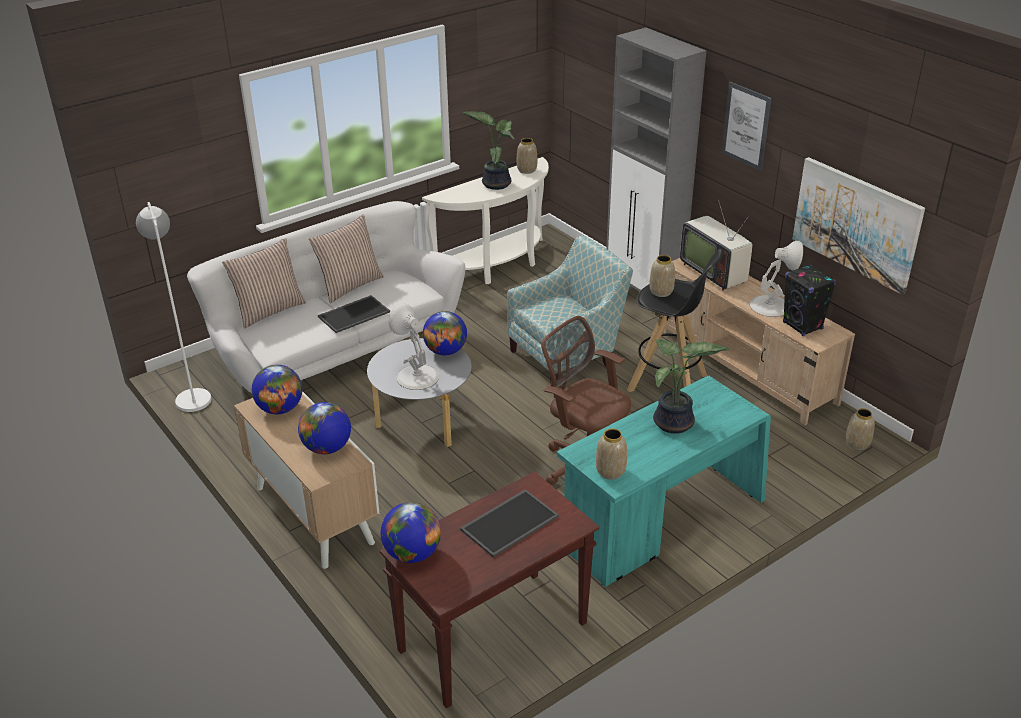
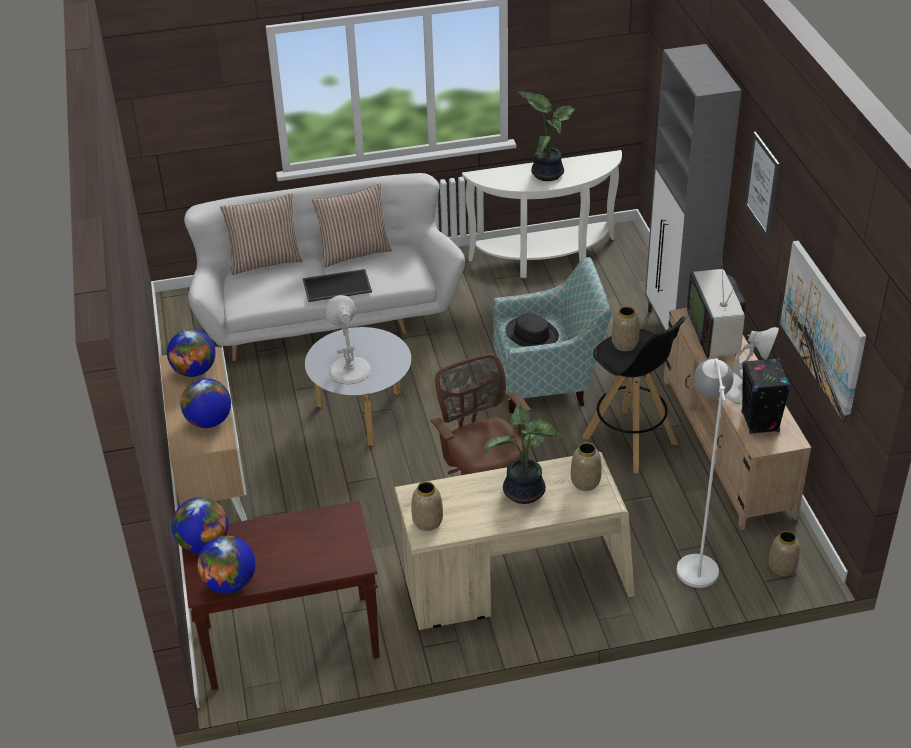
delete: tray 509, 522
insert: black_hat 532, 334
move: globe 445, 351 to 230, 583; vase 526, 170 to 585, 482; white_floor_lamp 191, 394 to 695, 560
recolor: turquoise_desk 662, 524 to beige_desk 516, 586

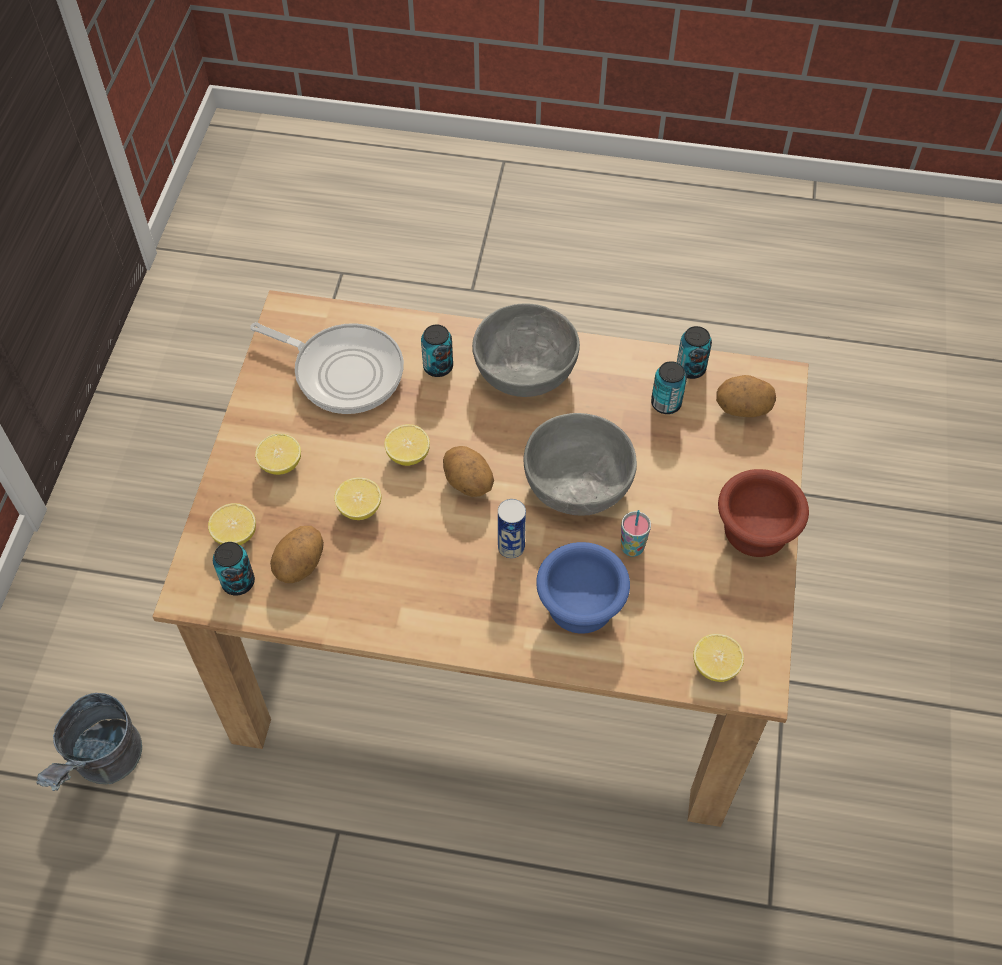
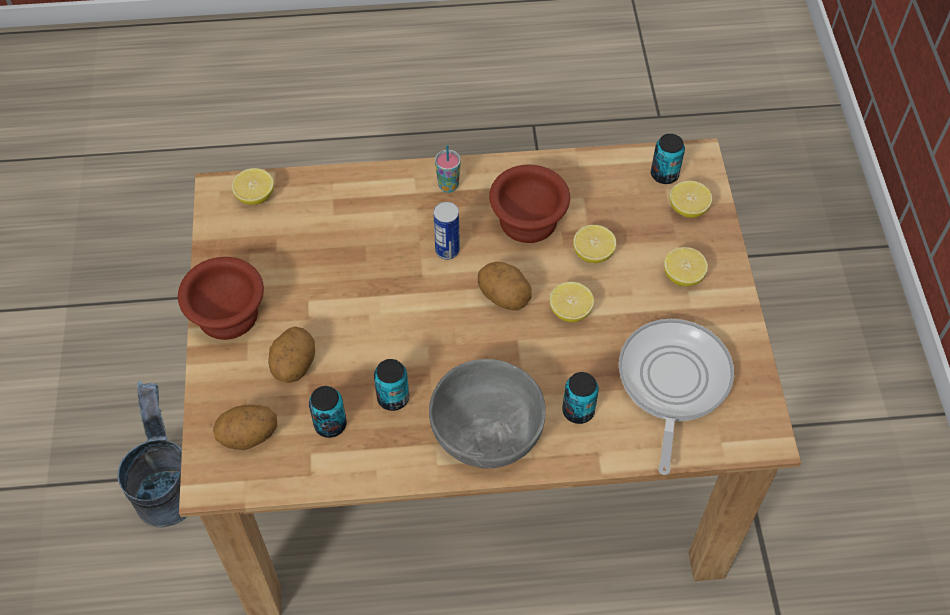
delete: grey_bowl 578, 482; blue_bowl 578, 603
insert: brown_bowl 530, 221
move: grey_bucket 104, 765 to 167, 486; potato 300, 566 to 293, 365; can 690, 368 to 393, 398; cup 632, 548 to 448, 186
rotate: frying_pan 343, 371 = 672, 383 90 degrees clockwise

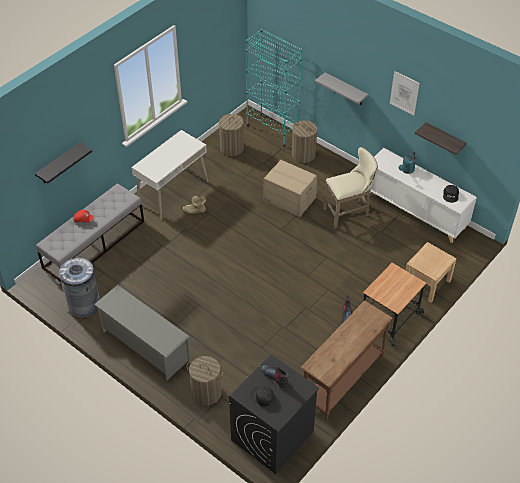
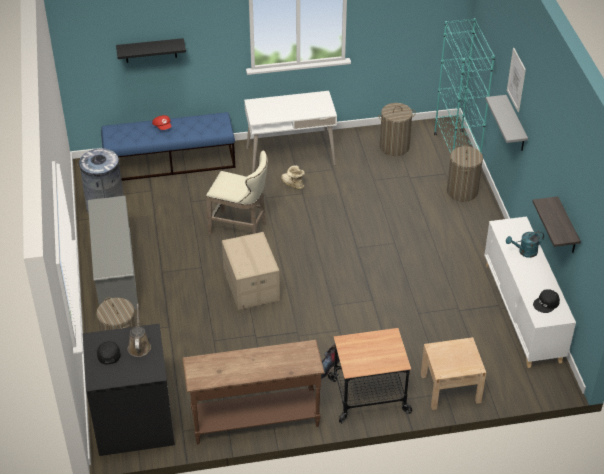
move: beige_stool 348, 213 to 241, 228; cardboard_box 289, 199 to 250, 286; picture 404, 93 to 516, 80
replace: boot 275, 377 to brown_watering_can 139, 345
recolor: grey_bench 94, 244 to blue_bench 170, 162

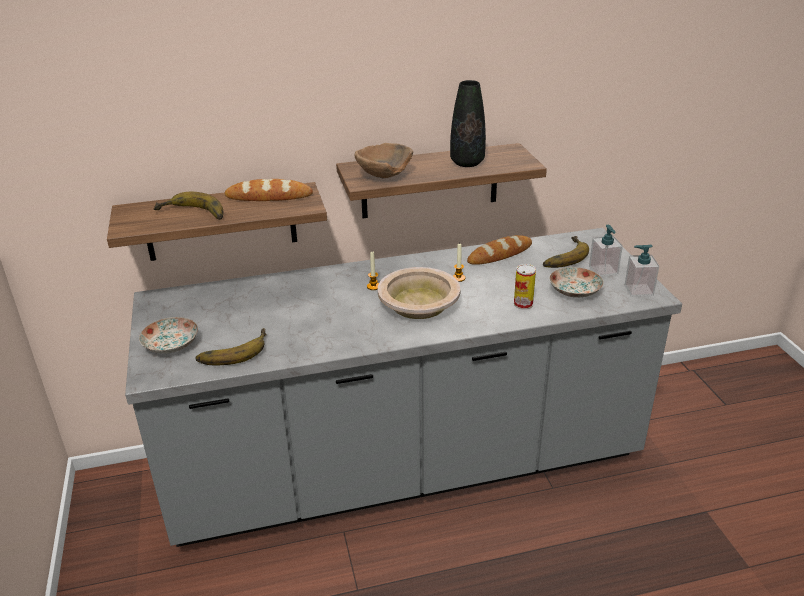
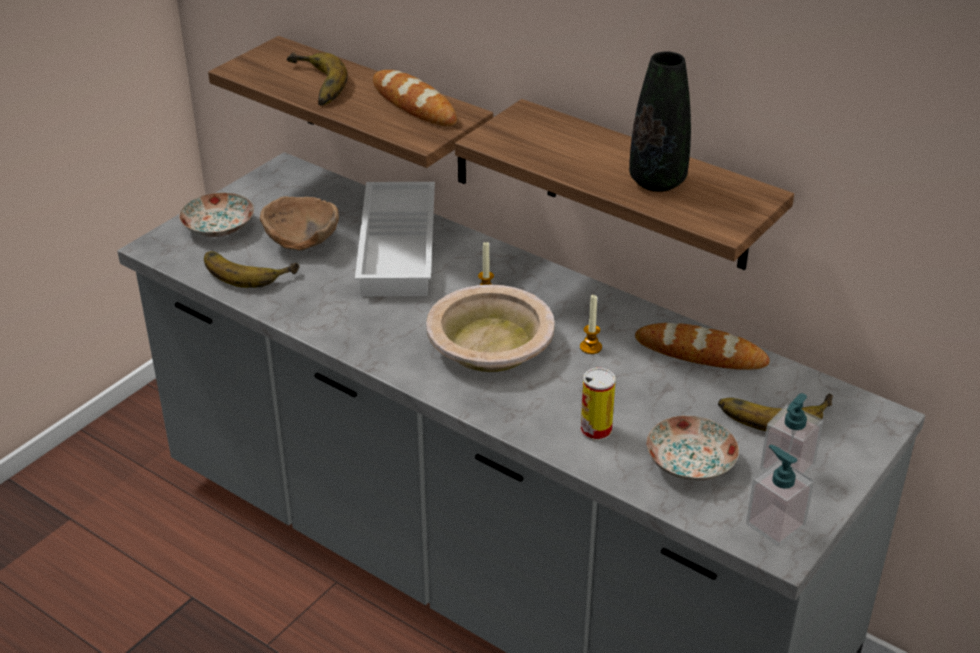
insert: white_tray 400, 248
move: brown_bowl 383, 175 to 304, 242

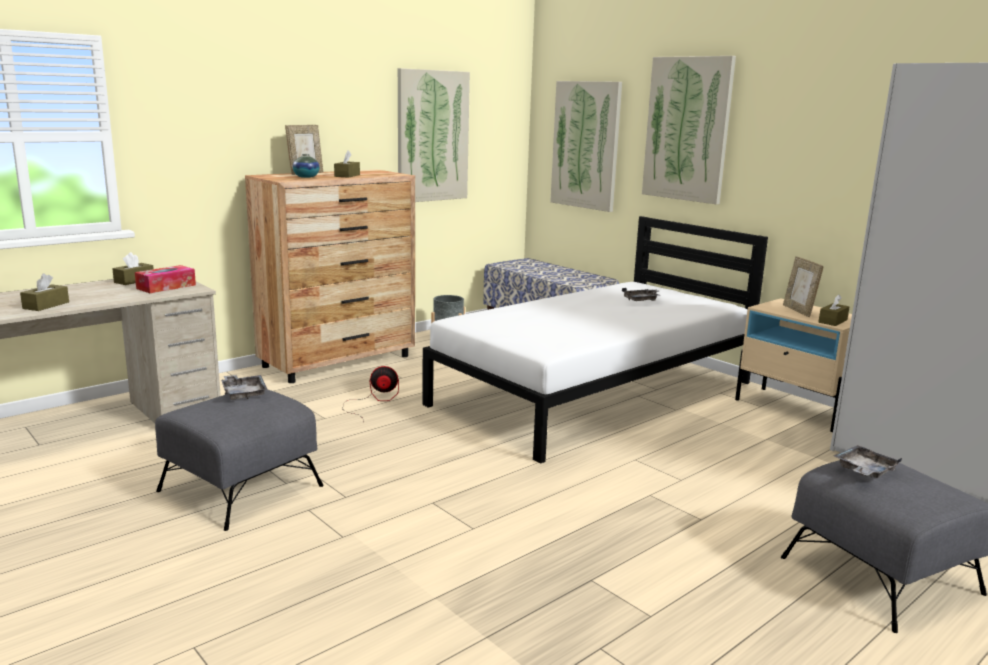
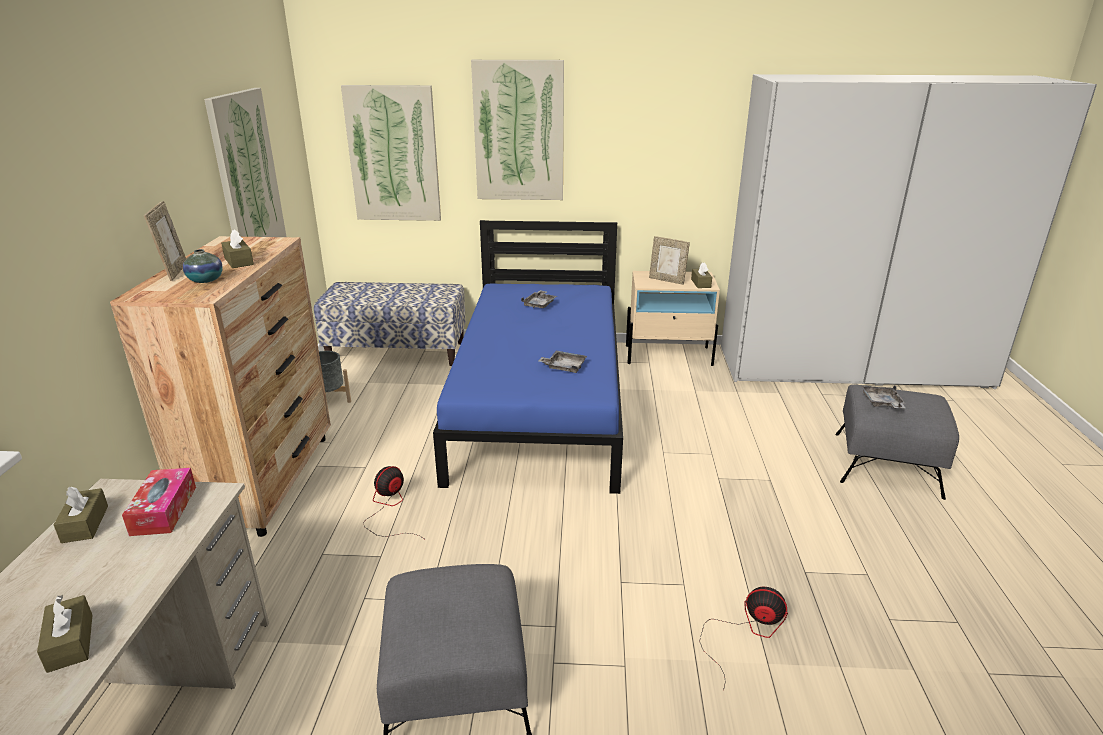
insert: fan 746, 633
move: grey_tray 243, 393 to 564, 367
recolor: white_bed 595, 393 to blue_bed 541, 403

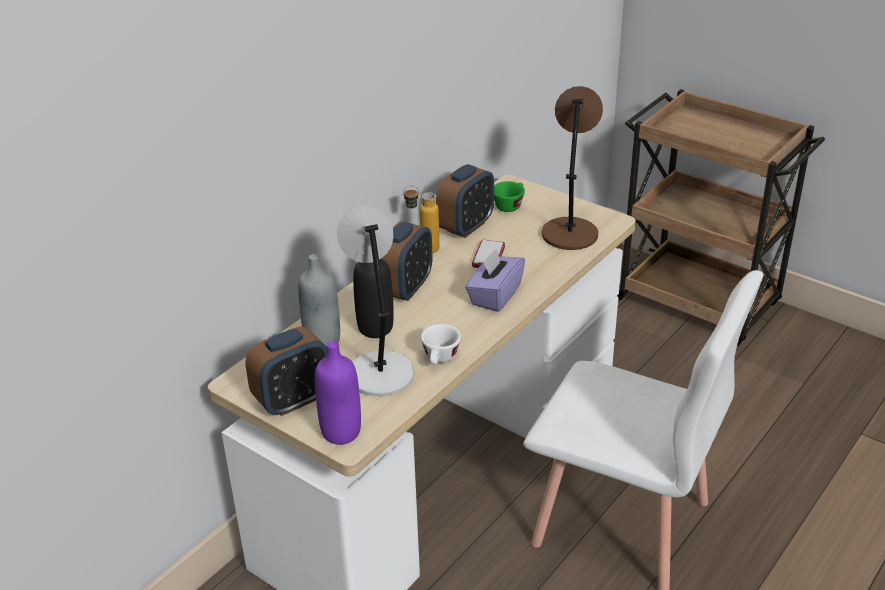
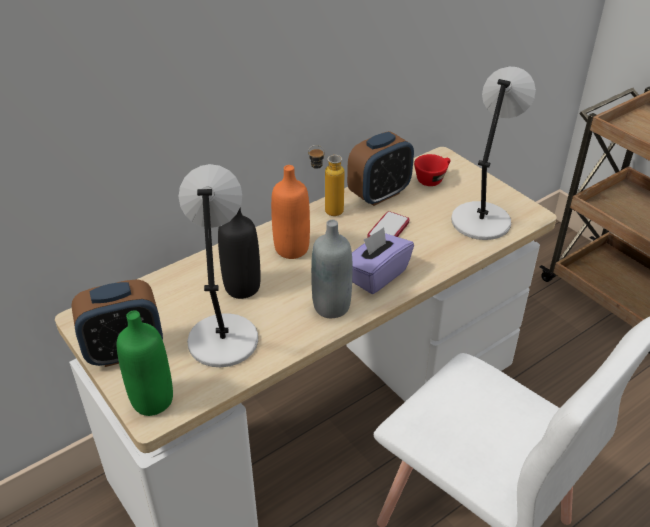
delete: white_cup 440, 359
move: grey_bottle 322, 341 to 331, 306
replace: alarm_clock 405, 288 to orange_bottle 291, 249
recolor: purple_bottle 341, 432 to green_bottle 152, 400; green_cup 510, 205 to red_cup 432, 179; brown_table_lamp 569, 232 to grey_table_lamp 481, 219

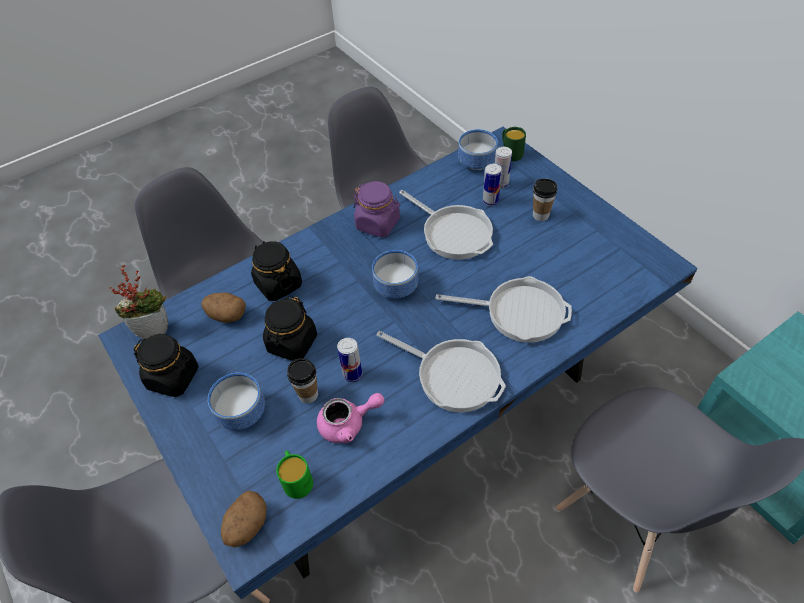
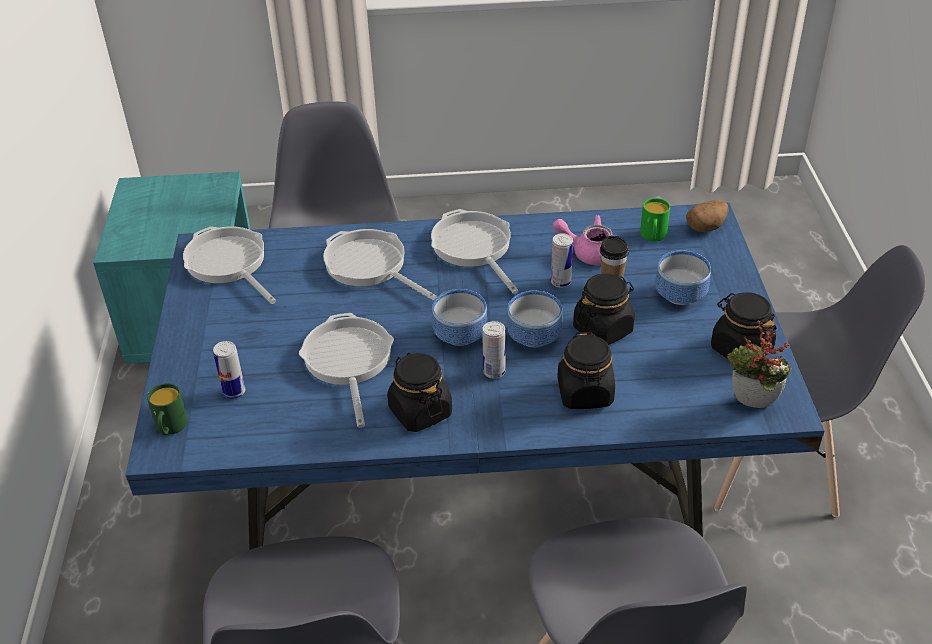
delete: potato 227, 315; cup 540, 215
insert: frying_pan 228, 263
move: can 490, 201 to 494, 372; bowl 476, 161 to 534, 338
recolor: purple_jar 378, 224 to black_jar 420, 411

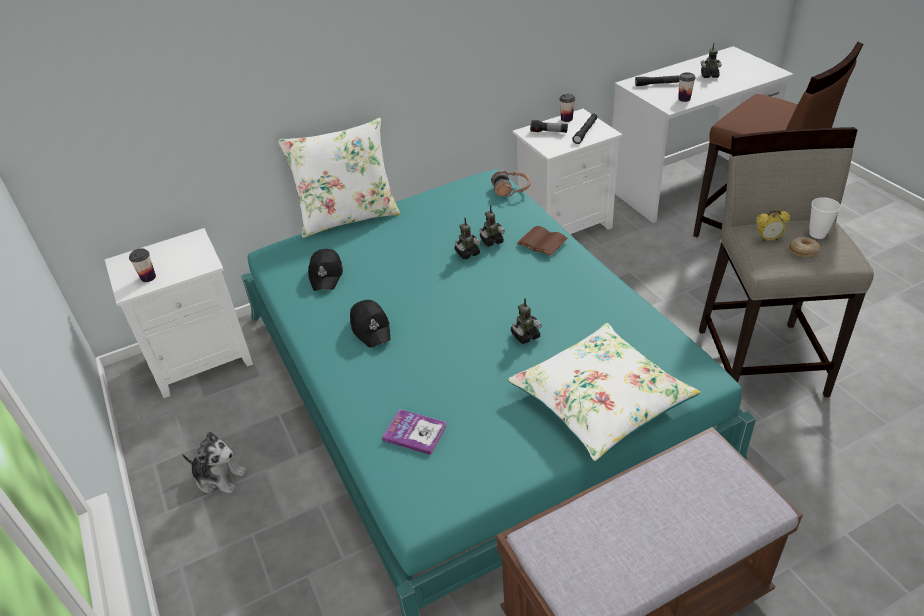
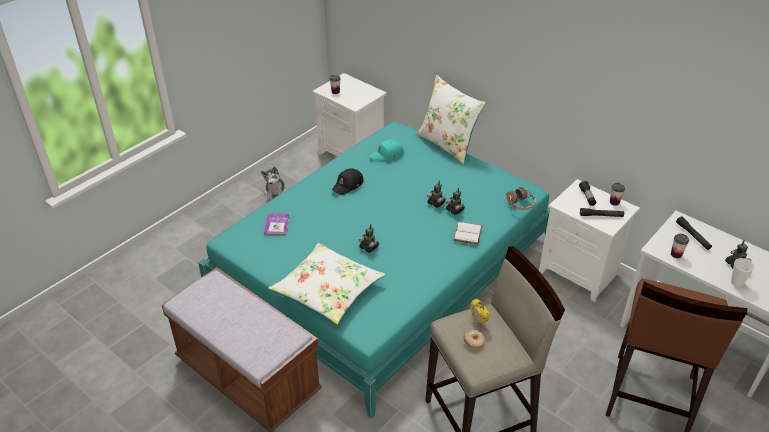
move: cup 817, 234 to 736, 283
recolor: black_cap 326, 275 to turquoise_cap 387, 155; brown_book 543, 242 to white_book 468, 234

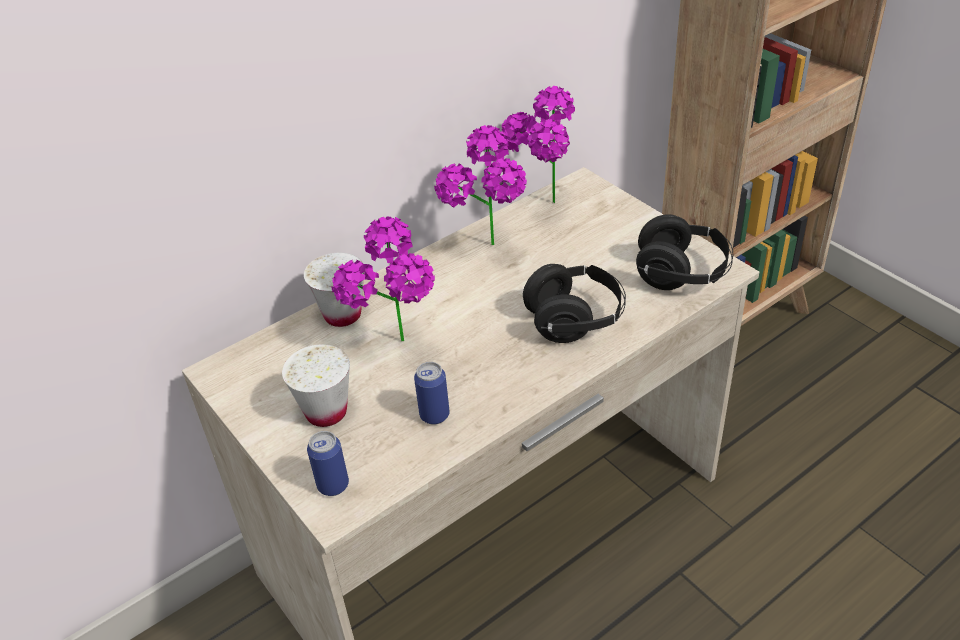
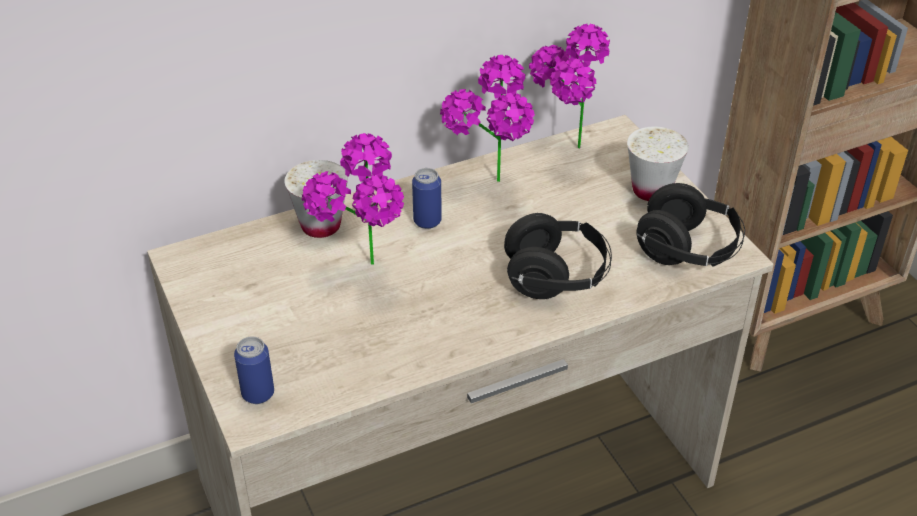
move: can 434, 415 to 427, 221; white_cup 326, 412 to 651, 190

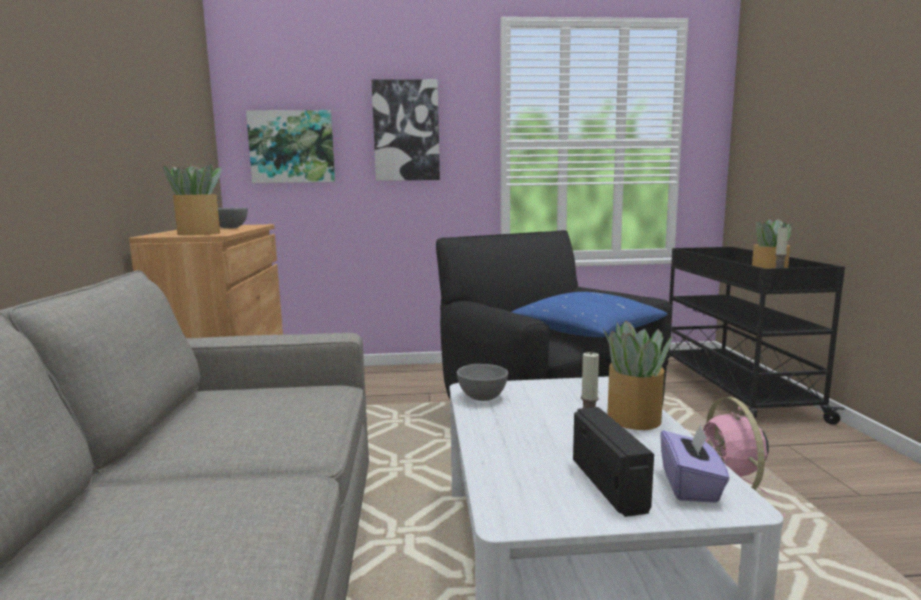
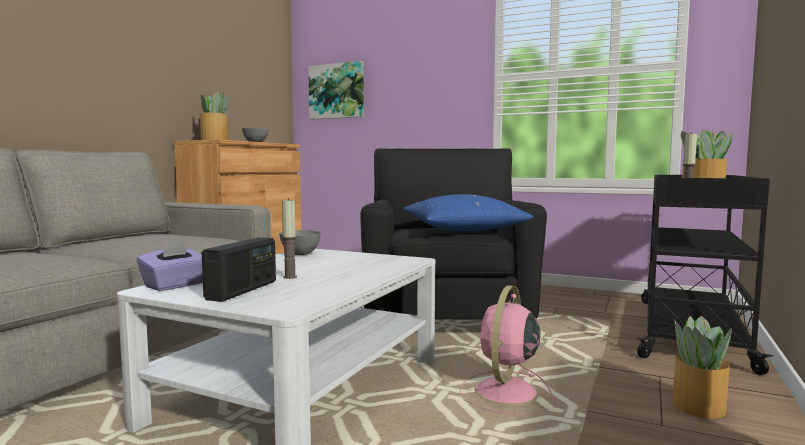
delete: picture 406, 131
move: purple_tissue_box 690, 486 to 175, 285; potted_plant 634, 418 to 698, 406

